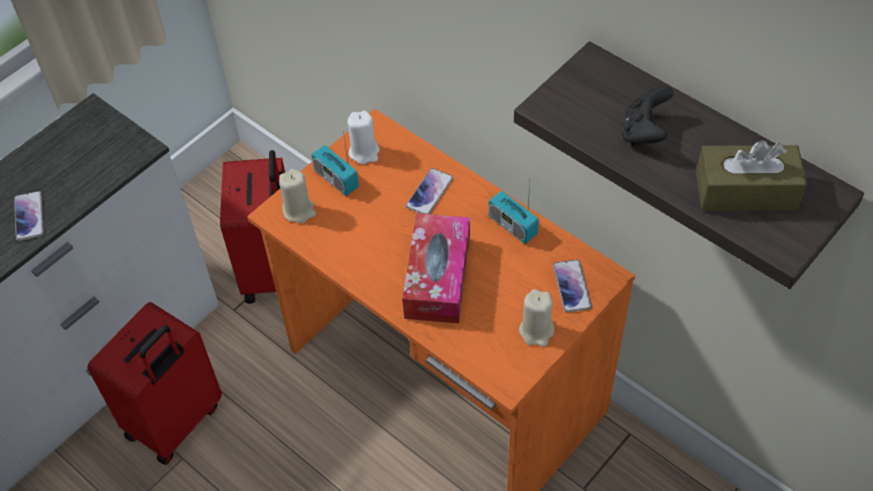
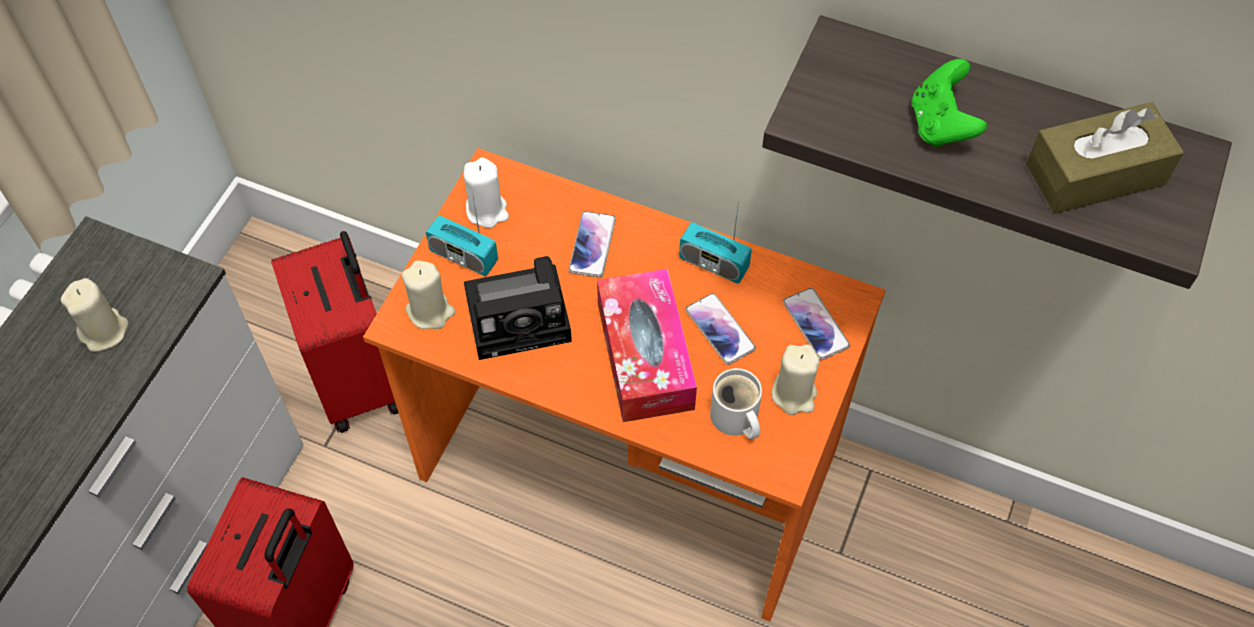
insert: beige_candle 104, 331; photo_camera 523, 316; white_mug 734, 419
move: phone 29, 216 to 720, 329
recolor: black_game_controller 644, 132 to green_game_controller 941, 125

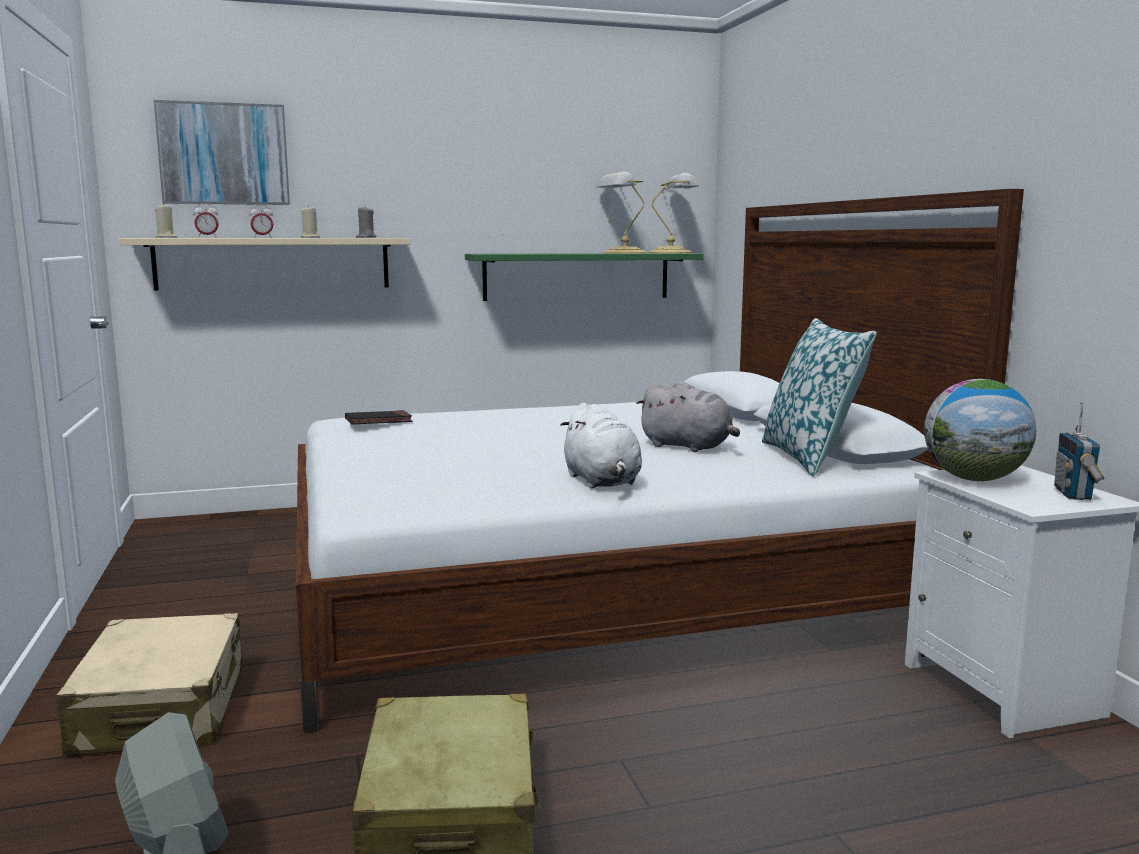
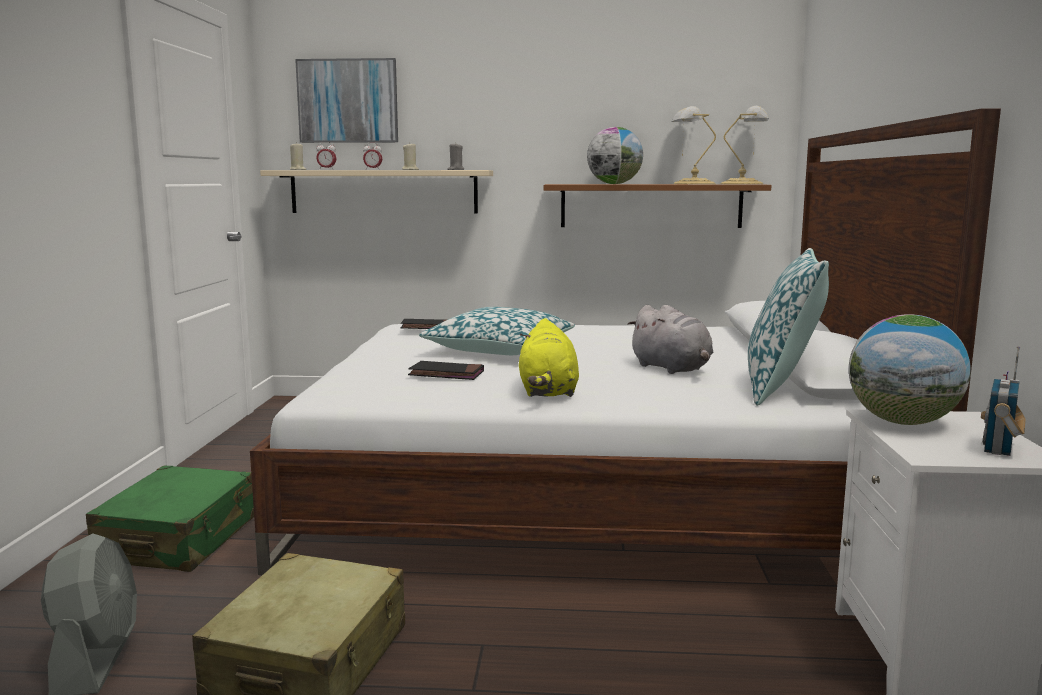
insert: black_book 446, 374; pillow 500, 348; globe 614, 184
recolor: beige_suitcase 162, 709 to green_suitcase 179, 539; white_plush_toy 602, 482 to yellow_plush_toy 548, 392; green_shelf 577, 276 to brown_shelf 651, 206

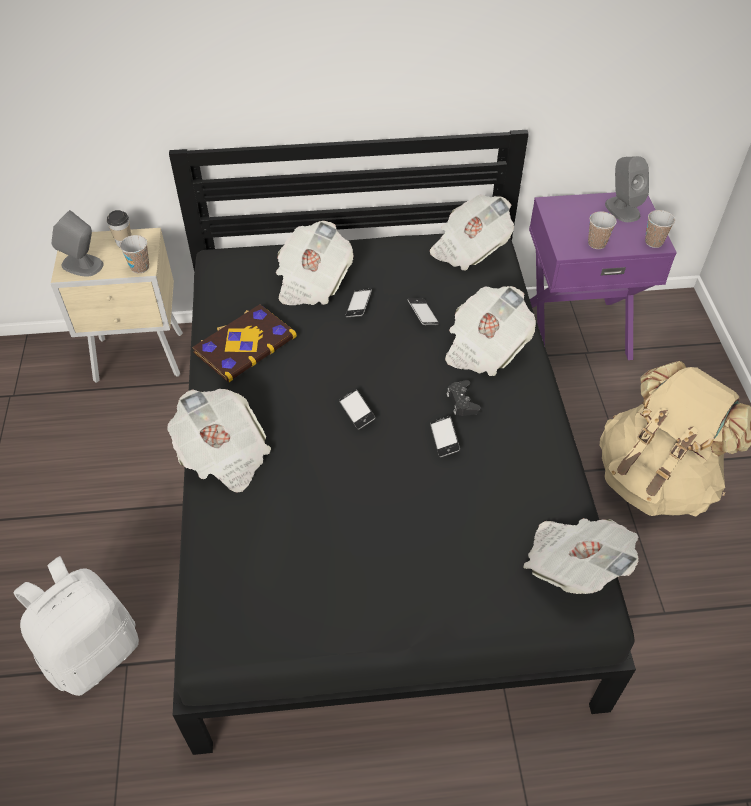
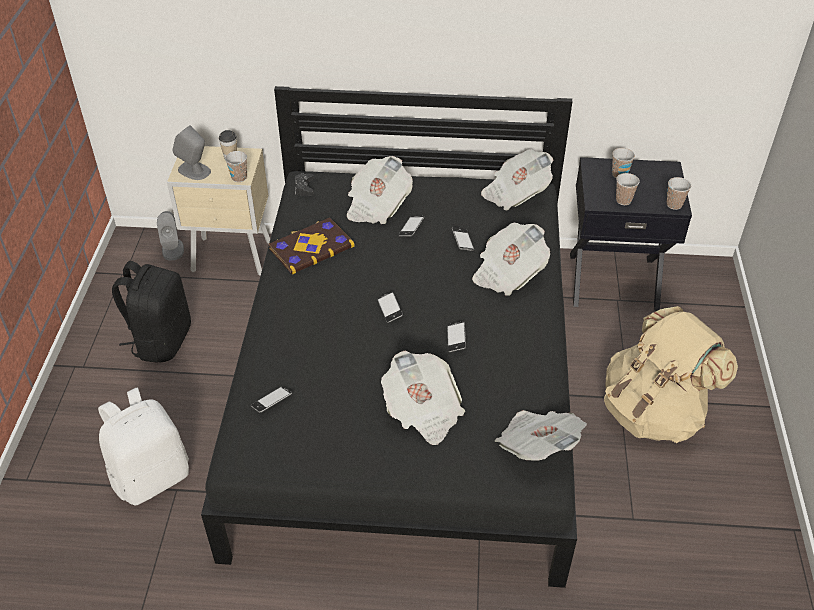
insert: black_backpack 161, 340; phone 271, 401; cup 619, 174
move: grey_speaker 622, 209 to 173, 249; black_game_controller 462, 402 to 304, 187; newspaper 224, 455 to 423, 411
recolor: purple_nightstand 575, 330 to black_nightstand 613, 280

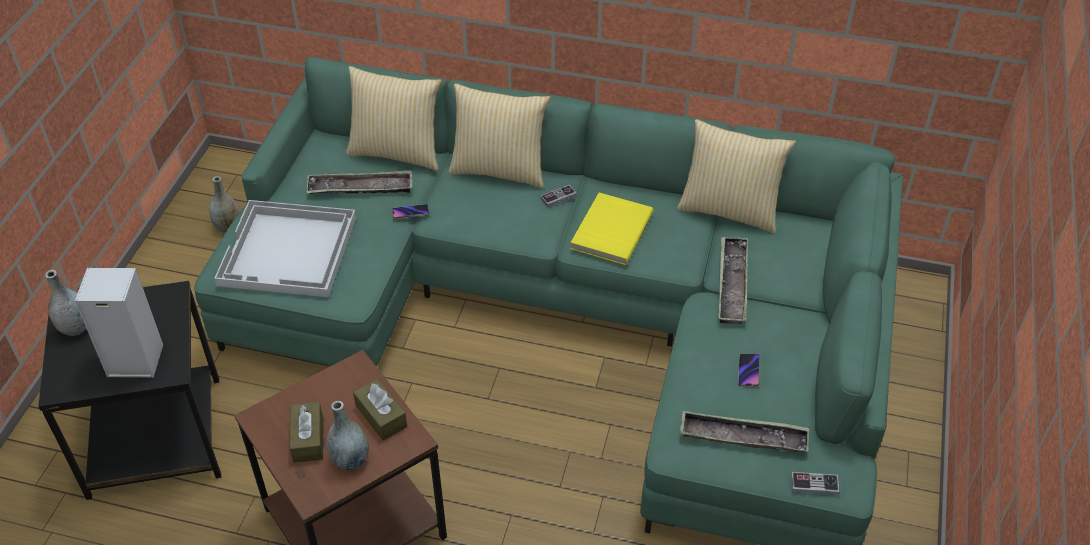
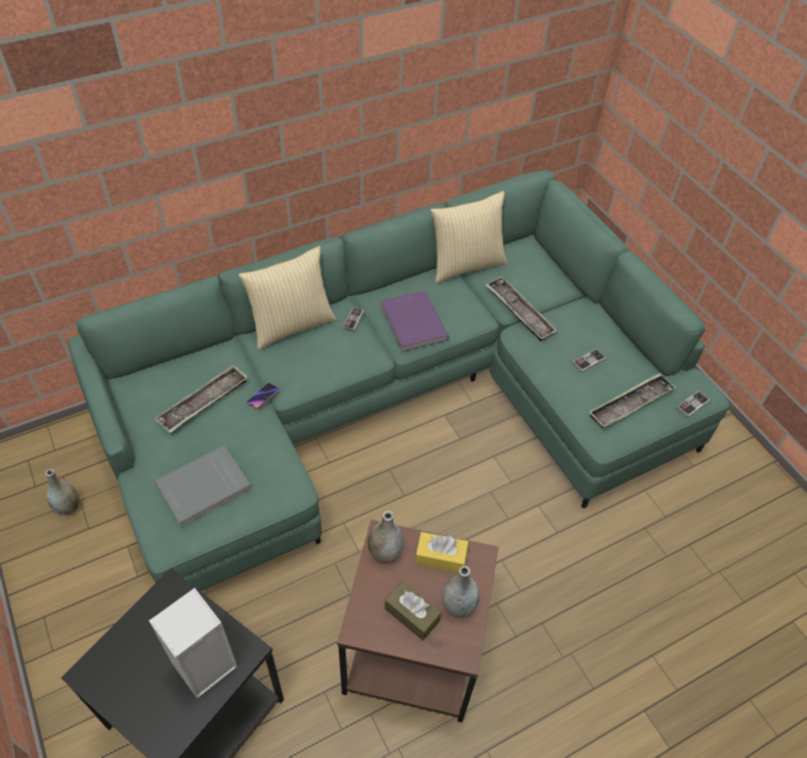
delete: pillow 397, 152
move: grey_vase 76, 328 to 385, 552
replace: white_tray 289, 252 to grey_book 204, 488; phone 748, 371 to game_controller 588, 361
recolor: yellow_book 610, 231 to purple_book 412, 323; brown_tissue_box 381, 416 to yellow_tissue_box 440, 557

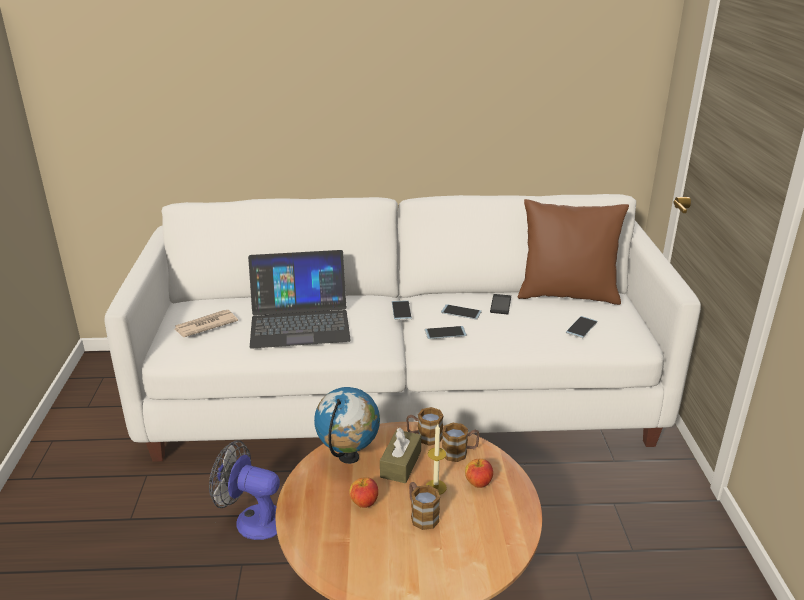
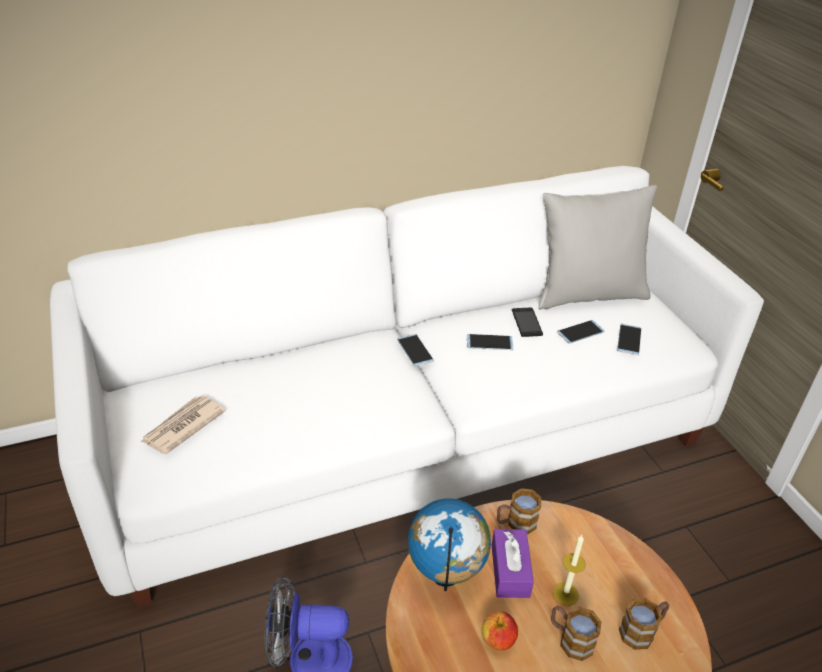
delete: laptop 300, 321; apple 478, 483
move: phone 445, 333 to 580, 332; mug 460, 453 to 642, 631
recolor: brown_tissue_box 401, 464 to purple_tissue_box 510, 570; brown_pillow 567, 295 to grey_pillow 588, 294

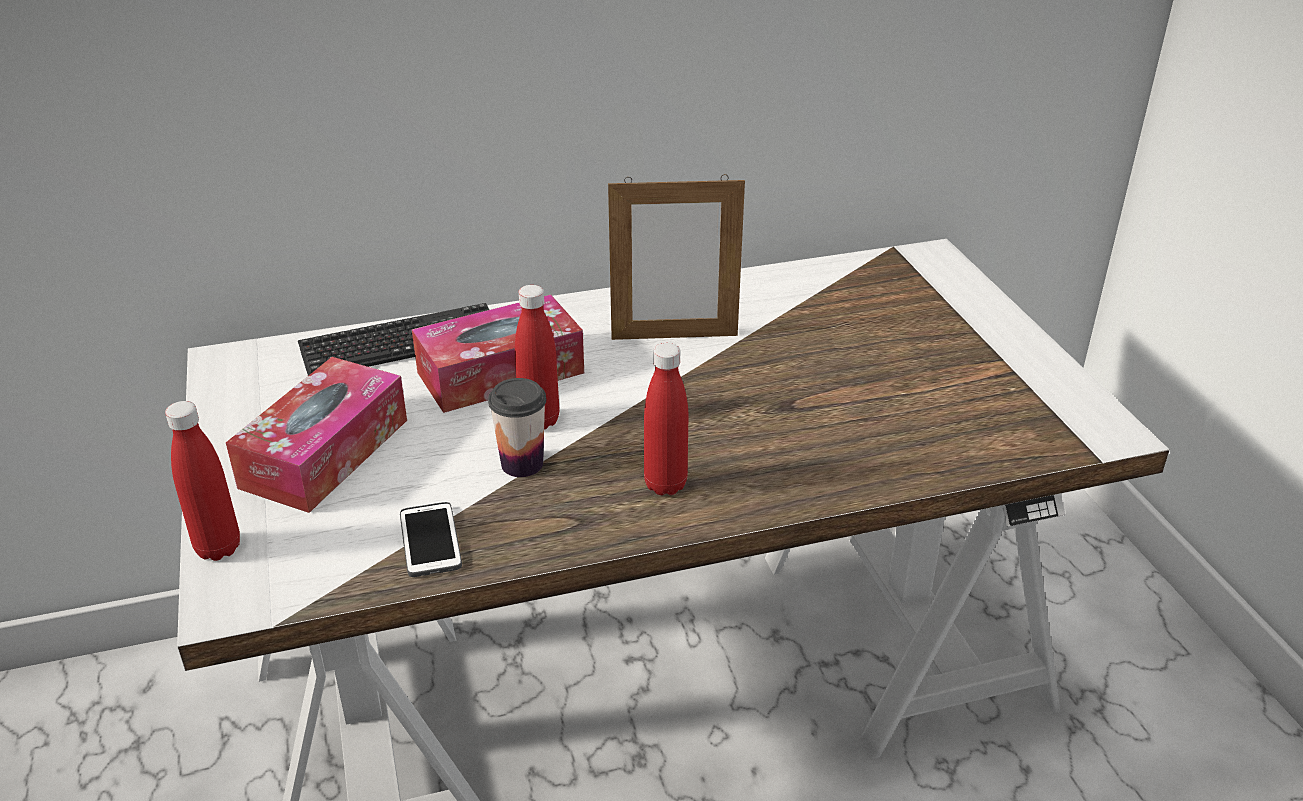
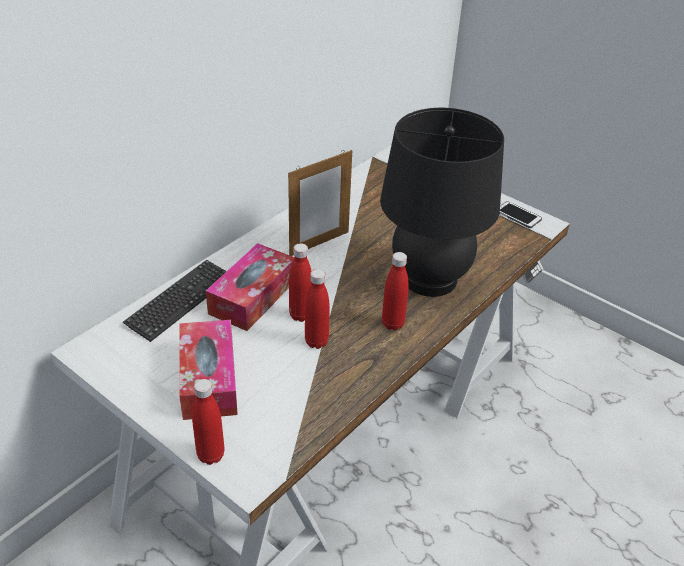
insert: black_table_lamp 429, 279
move: phone 430, 541 to 518, 215
replace: cup 522, 464 to red_bottle 316, 342

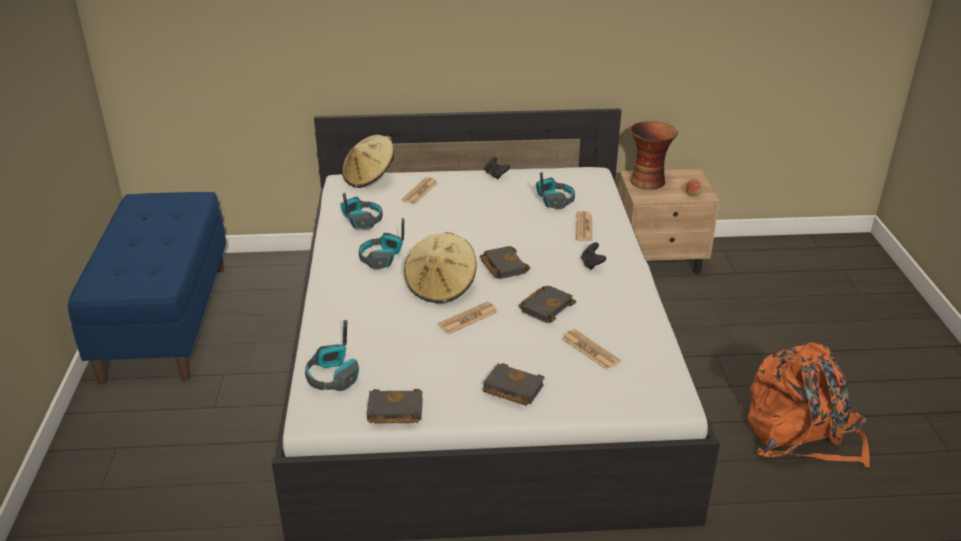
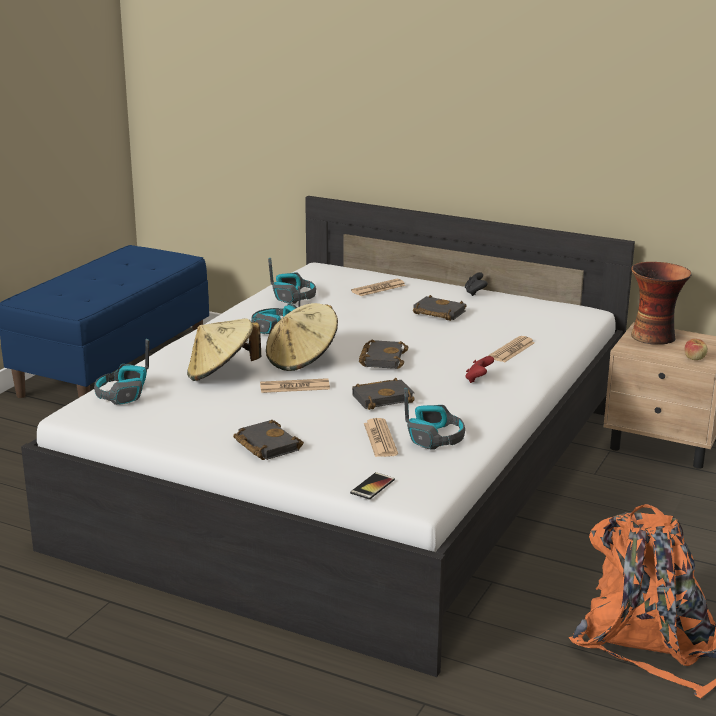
insert: phone 372, 486
move: beige_hat 369, 178 to 221, 373; headphones 554, 200 to 435, 437; black_book 393, 412 to 437, 313
recolor: black_game_controller 592, 264 to red_game_controller 478, 379

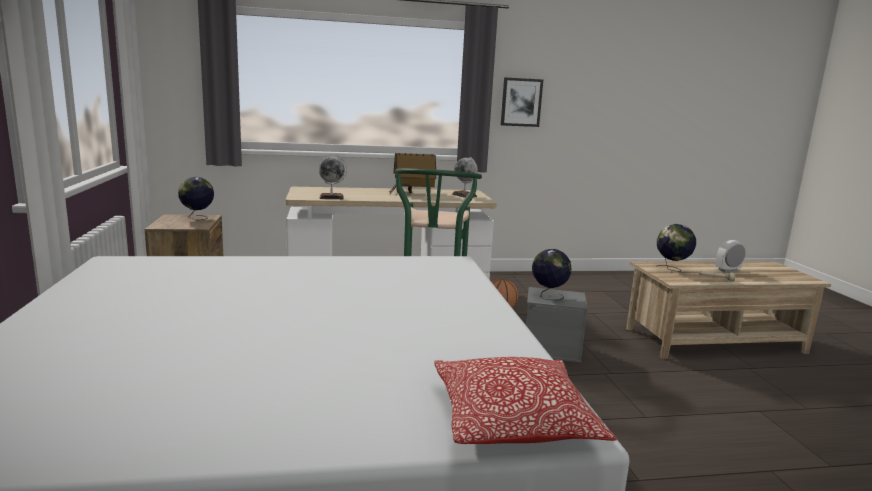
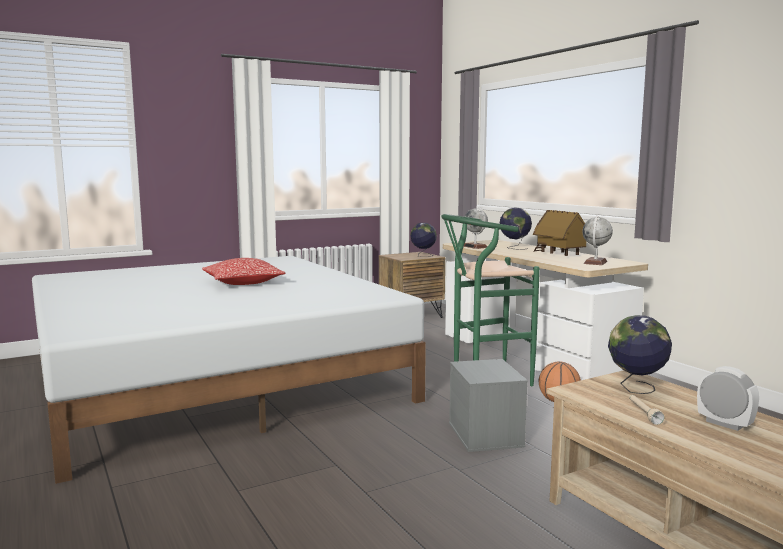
delete: picture 521, 102
move: pillow 513, 421 to 243, 283; globe 548, 296 to 514, 247

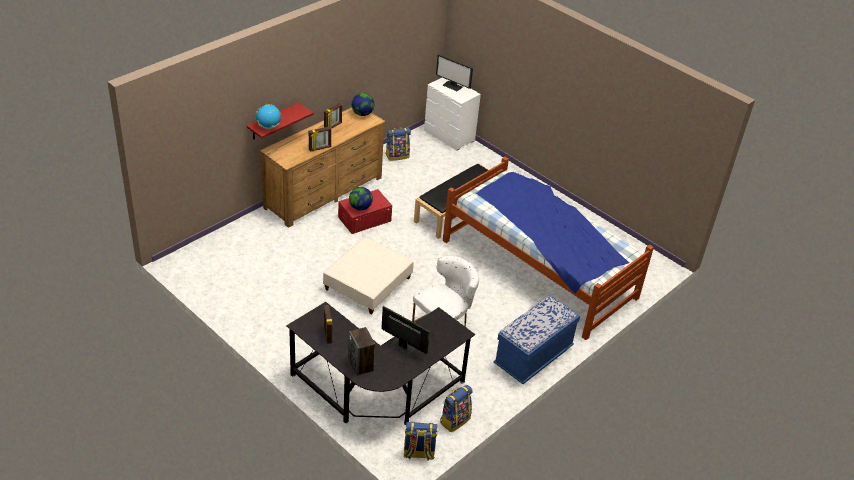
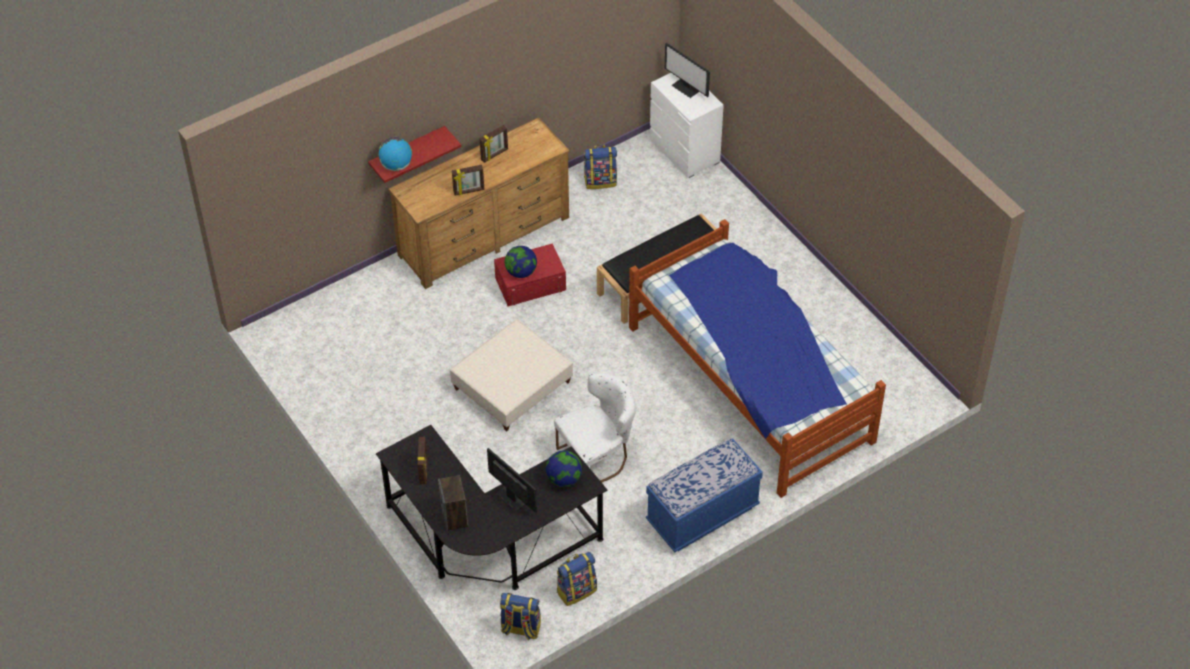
move: globe 362, 114 to 564, 479

